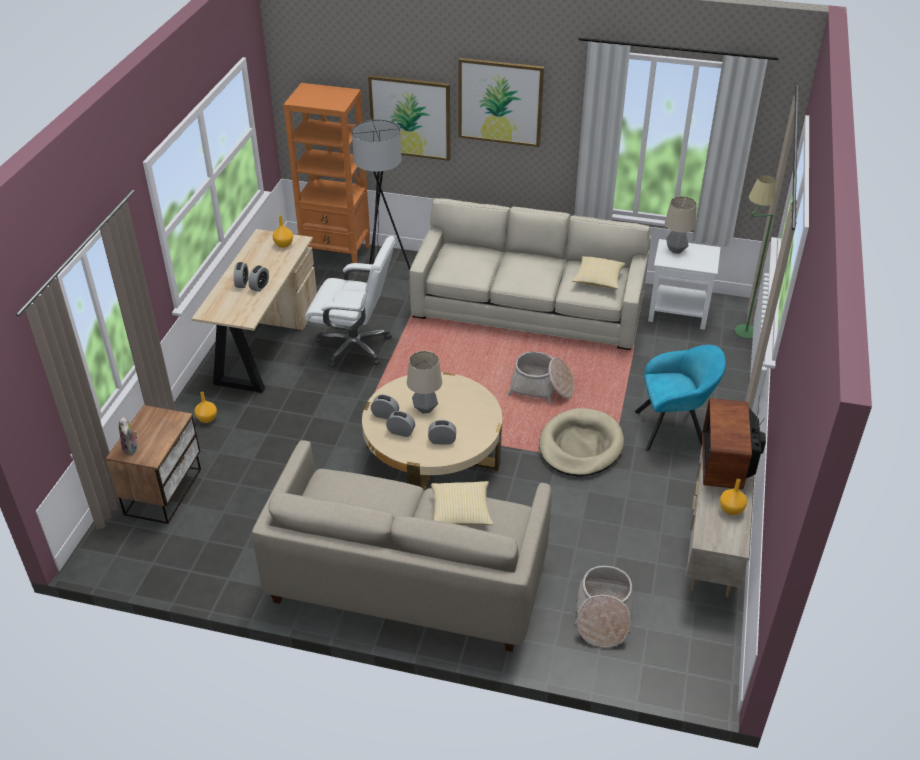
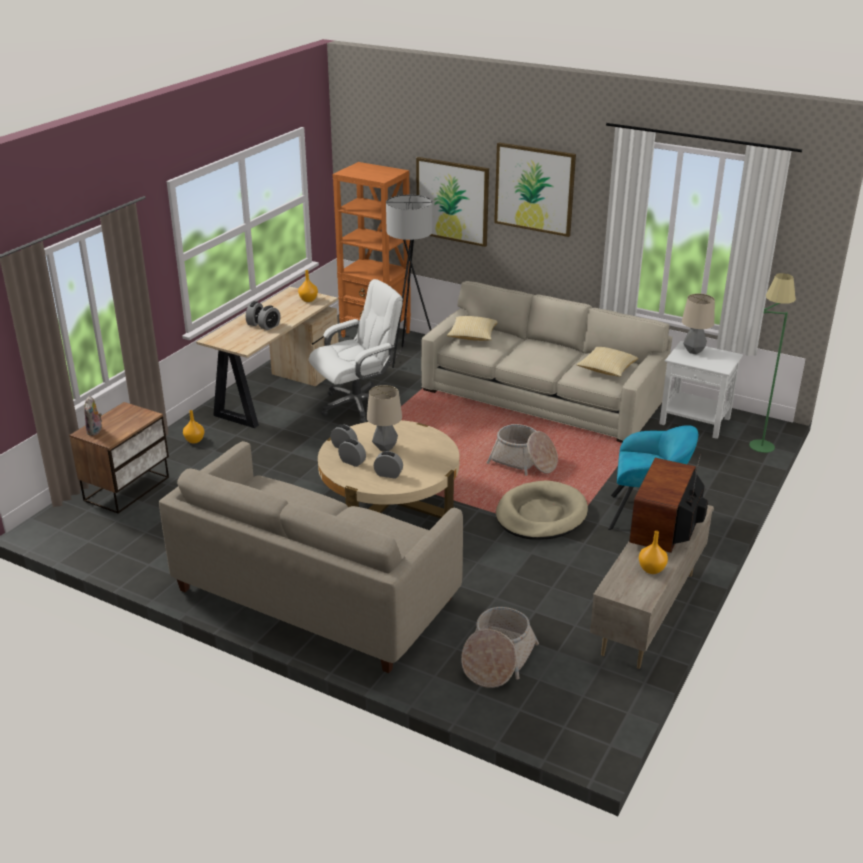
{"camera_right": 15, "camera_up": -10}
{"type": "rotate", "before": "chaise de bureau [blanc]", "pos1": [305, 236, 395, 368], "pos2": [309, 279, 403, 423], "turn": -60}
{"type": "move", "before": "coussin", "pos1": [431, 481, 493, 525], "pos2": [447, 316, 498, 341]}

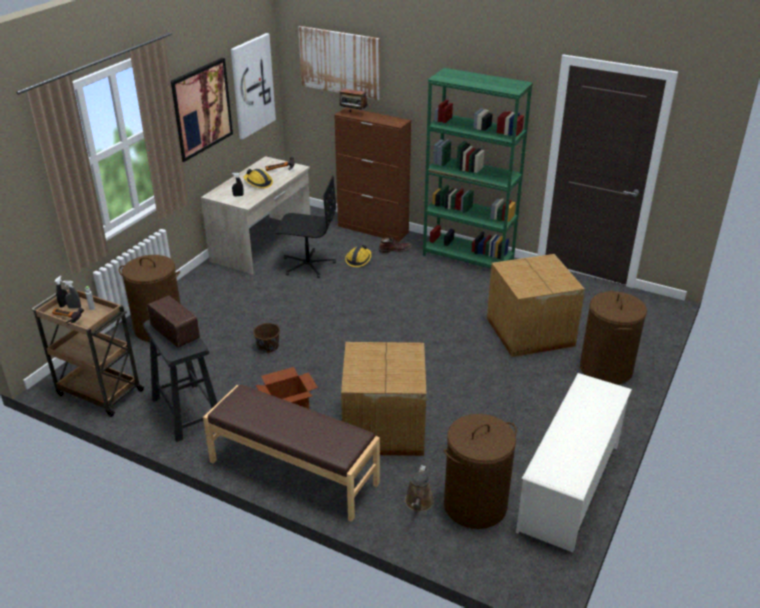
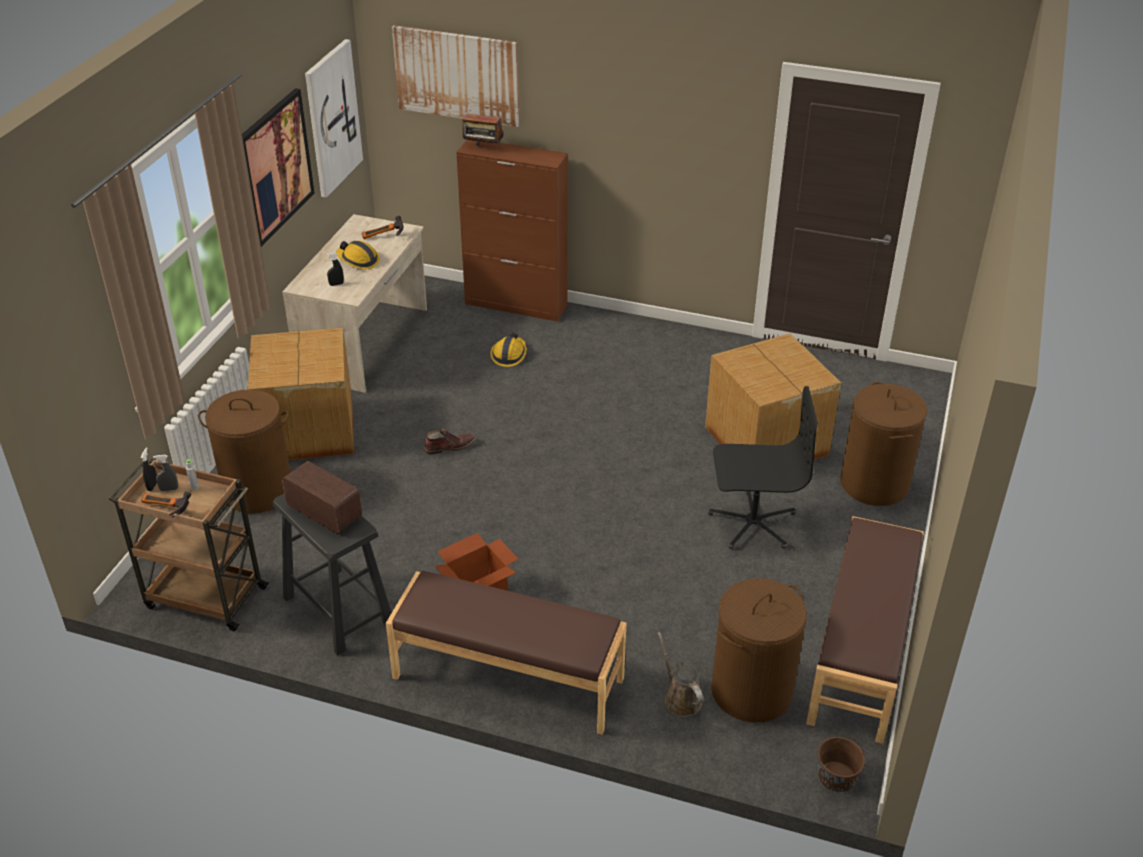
{"camera_right": -10, "camera_up": 5}
{"type": "move", "before": "carton", "pos1": [341, 342, 426, 456], "pos2": [248, 328, 354, 460]}
{"type": "move", "before": "botte [marron]", "pos1": [379, 237, 412, 253], "pos2": [424, 429, 476, 455]}
{"type": "rotate", "before": "arrosoir [marron]", "pos1": [405, 465, 434, 512], "pos2": [658, 632, 703, 717], "turn": 150}
{"type": "move", "before": "chaise de bureau [noir]", "pos1": [275, 175, 336, 278], "pos2": [708, 386, 818, 549]}
{"type": "replace", "before": "étagère à chaussures [blanc]", "after": "banc [marron]", "pos1": [516, 373, 632, 552], "pos2": [806, 516, 924, 744]}
{"type": "move", "before": "seau [marron]", "pos1": [253, 318, 280, 353], "pos2": [818, 737, 865, 792]}
{"type": "delete", "before": "bibliothèque [vert]", "pos1": [423, 68, 533, 269]}

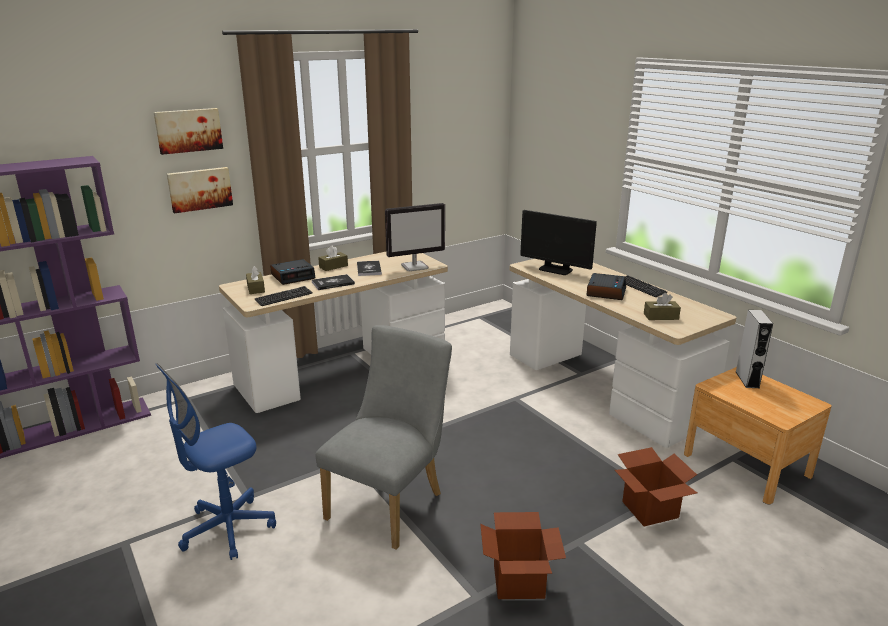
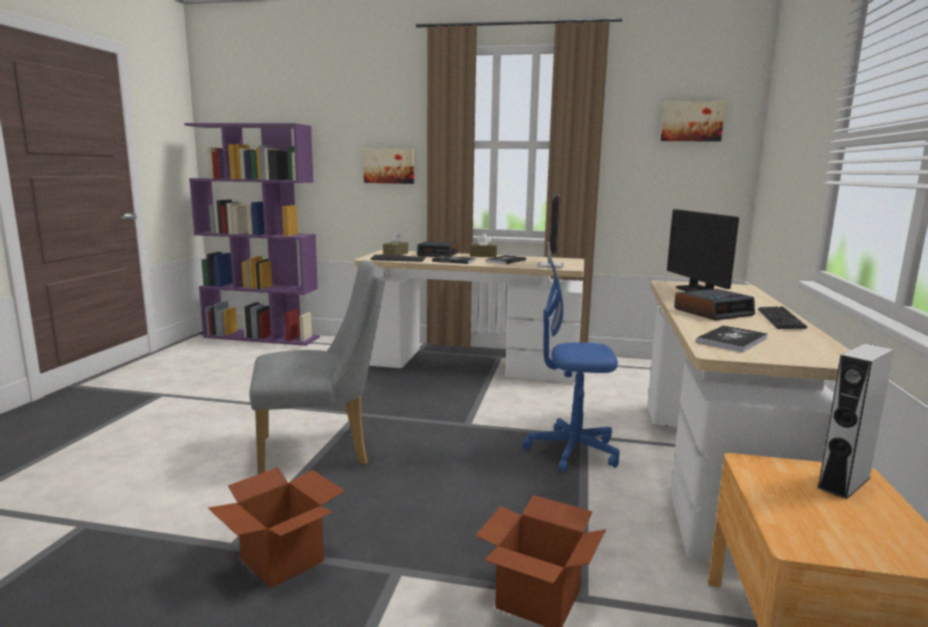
{"camera_right": 45, "camera_up": -10}
{"type": "move", "before": "chaise de bureau [bleu]", "pos1": [156, 363, 276, 560], "pos2": [523, 253, 620, 473]}
{"type": "rotate", "before": "écran d'ordinateur", "pos1": [385, 203, 445, 271], "pos2": [537, 193, 563, 268], "turn": -105}
{"type": "move", "before": "tableau", "pos1": [153, 108, 223, 155], "pos2": [661, 102, 725, 142]}
{"type": "replace", "before": "boîte à mouchoirs [marron]", "after": "livre", "pos1": [644, 293, 681, 320], "pos2": [696, 325, 768, 352]}

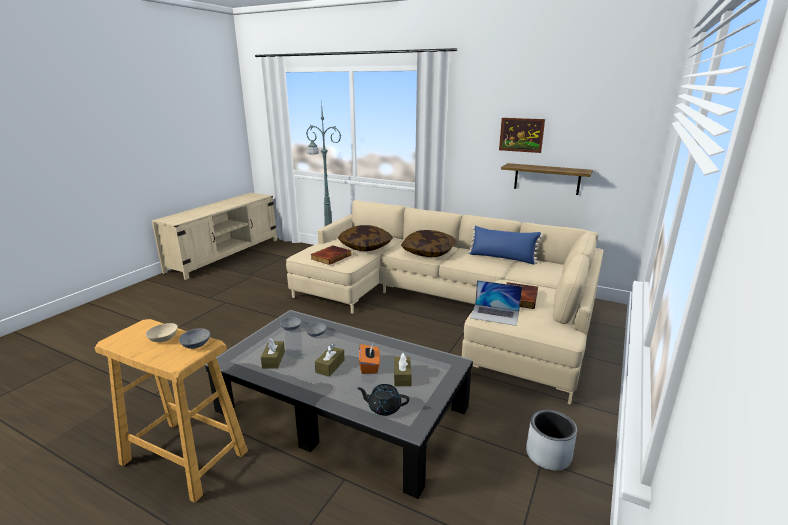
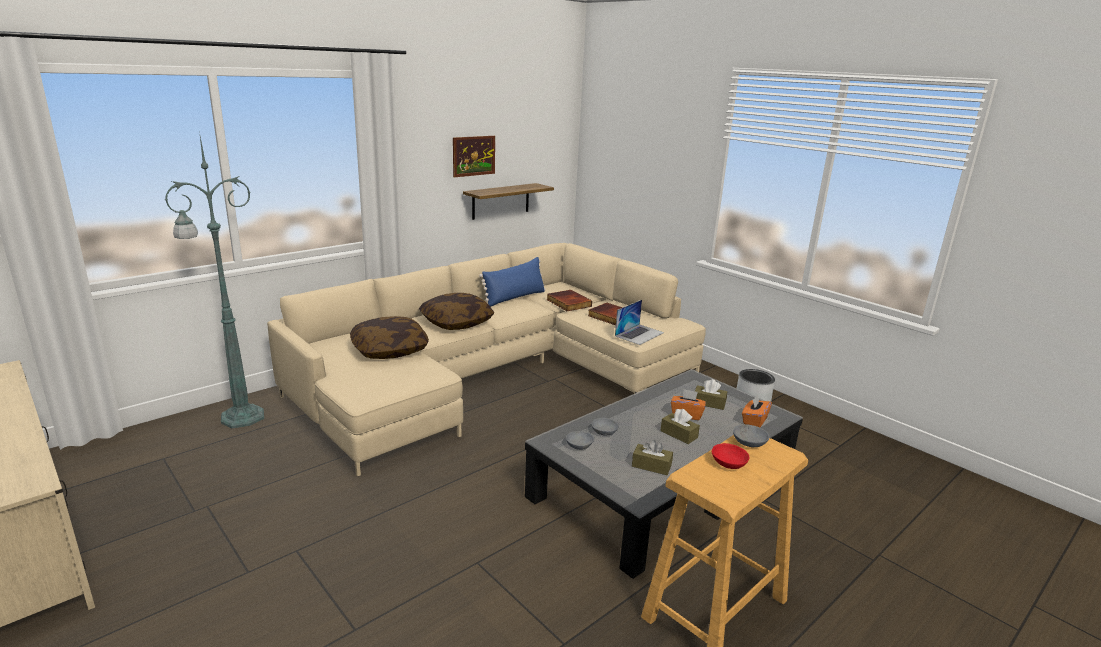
{"camera_right": -70, "camera_up": 0}
{"type": "move", "before": "livre", "pos1": [311, 246, 351, 265], "pos2": [546, 290, 592, 311]}
{"type": "recolor", "before": "bol [beige]", "after": "bol [rouge]", "pos1": [146, 323, 178, 342], "pos2": [712, 443, 749, 469]}
{"type": "replace", "before": "théière [noir]", "after": "boîte à mouchoirs [orange]", "pos1": [357, 384, 409, 416], "pos2": [742, 395, 772, 427]}

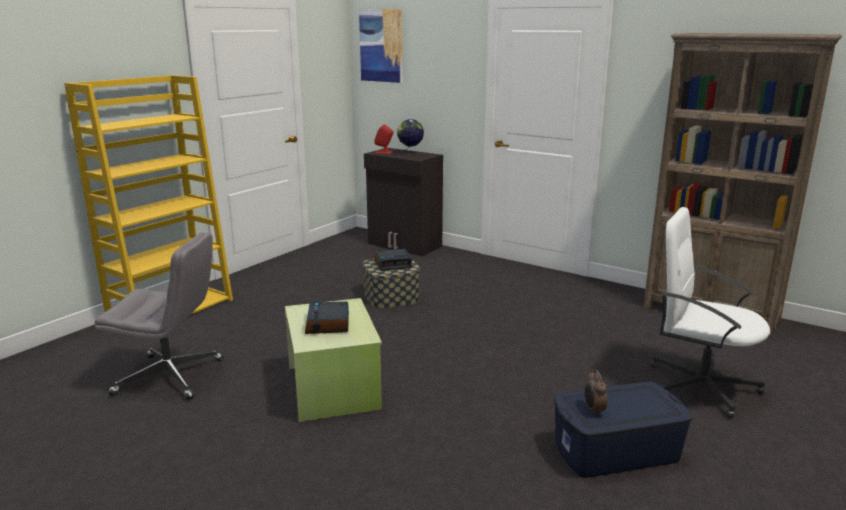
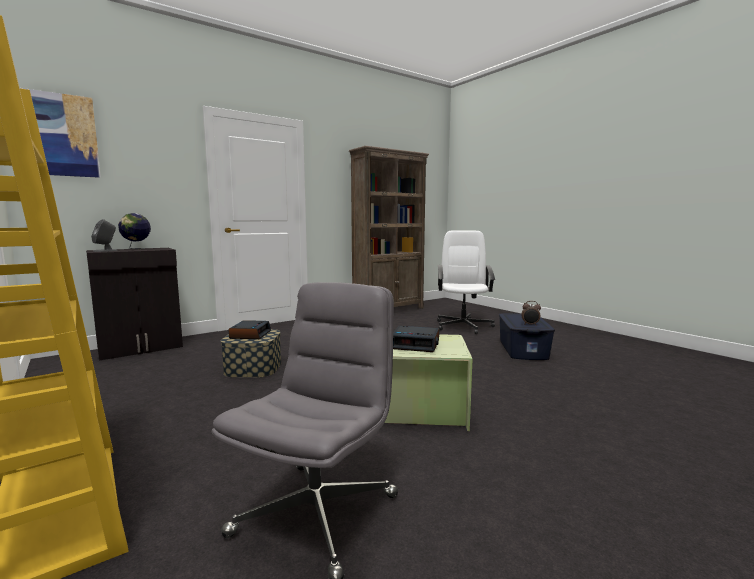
{"camera_right": -70, "camera_up": -10}
{"type": "recolor", "before": "enceinte [rouge]", "after": "enceinte [gris]", "pos1": [374, 124, 393, 154], "pos2": [91, 219, 118, 252]}
{"type": "rotate", "before": "chaise de bureau [blanc]", "pos1": [650, 207, 770, 418], "pos2": [437, 231, 495, 334], "turn": 135}

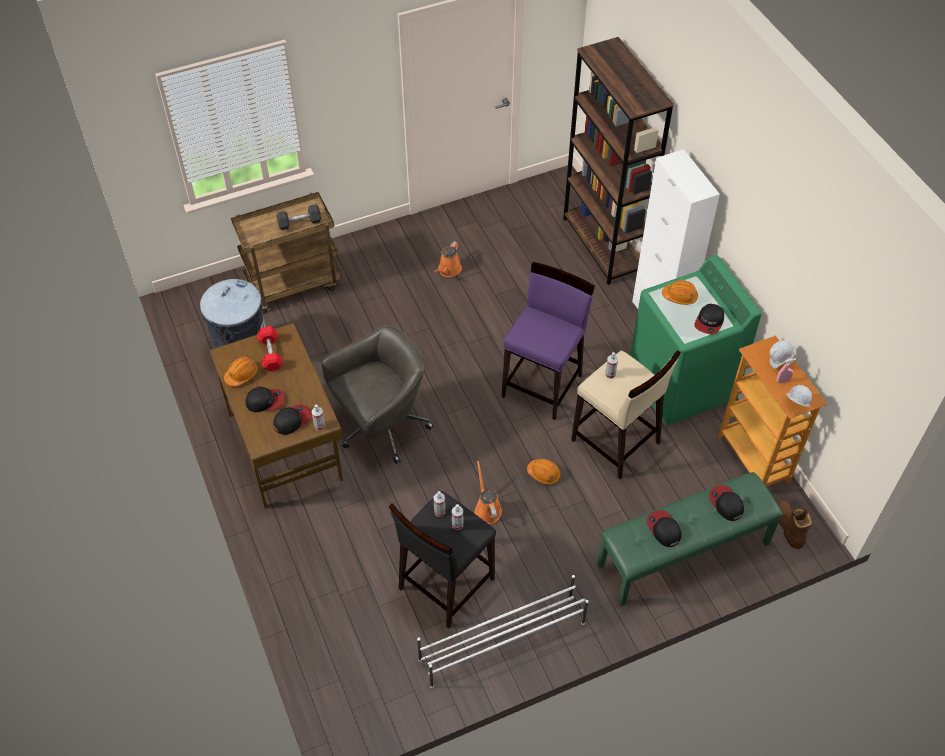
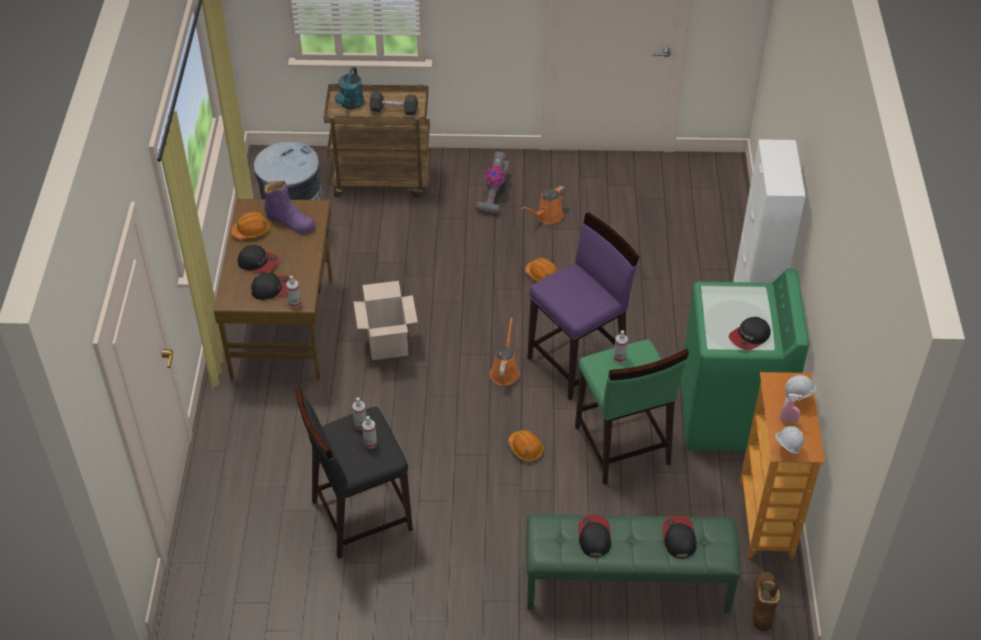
{"camera_right": 25, "camera_up": -5}
{"type": "replace", "before": "haltère [rouge]", "after": "botte [violet]", "pos1": [257, 326, 283, 371], "pos2": [263, 181, 315, 234]}
{"type": "insert", "after": "arrosoir [turquoise]", "pos2": [335, 67, 364, 109]}
{"type": "replace", "before": "chaise de bureau [gris]", "after": "carton", "pos1": [322, 325, 433, 464], "pos2": [353, 281, 418, 360]}
{"type": "insert", "after": "aspirateur", "pos2": [477, 151, 510, 214]}
{"type": "move", "before": "arrosoir [orange]", "pos1": [475, 461, 502, 524], "pos2": [490, 318, 520, 386]}
{"type": "move", "before": "casque de chantier [orange]", "pos1": [662, 280, 698, 305], "pos2": [525, 258, 558, 282]}
{"type": "recolor", "before": "tabouret [beige]", "after": "tabouret [vert]", "pos1": [571, 350, 680, 479], "pos2": [575, 339, 689, 484]}
{"type": "delete", "before": "étagère à chaussures [blanc]", "pos1": [417, 575, 589, 688]}
{"type": "delete", "before": "bibliothèque [marron]", "pos1": [563, 37, 674, 285]}

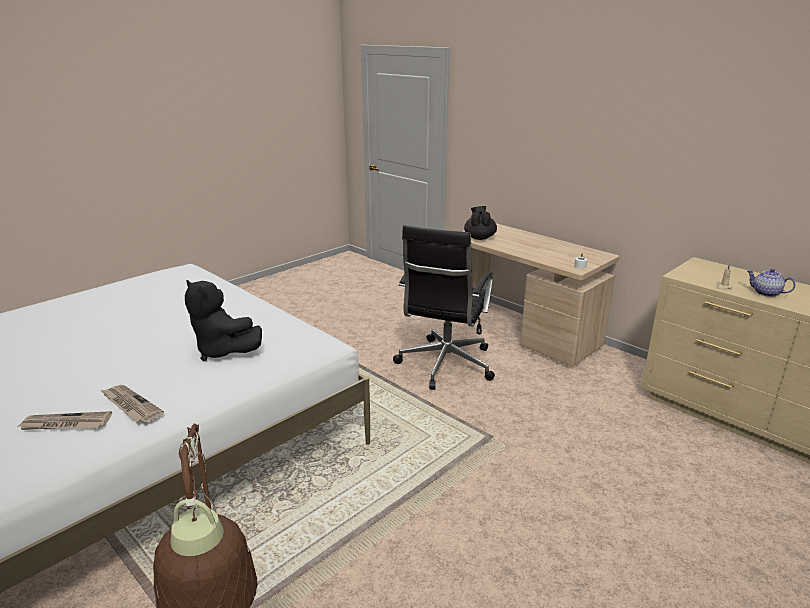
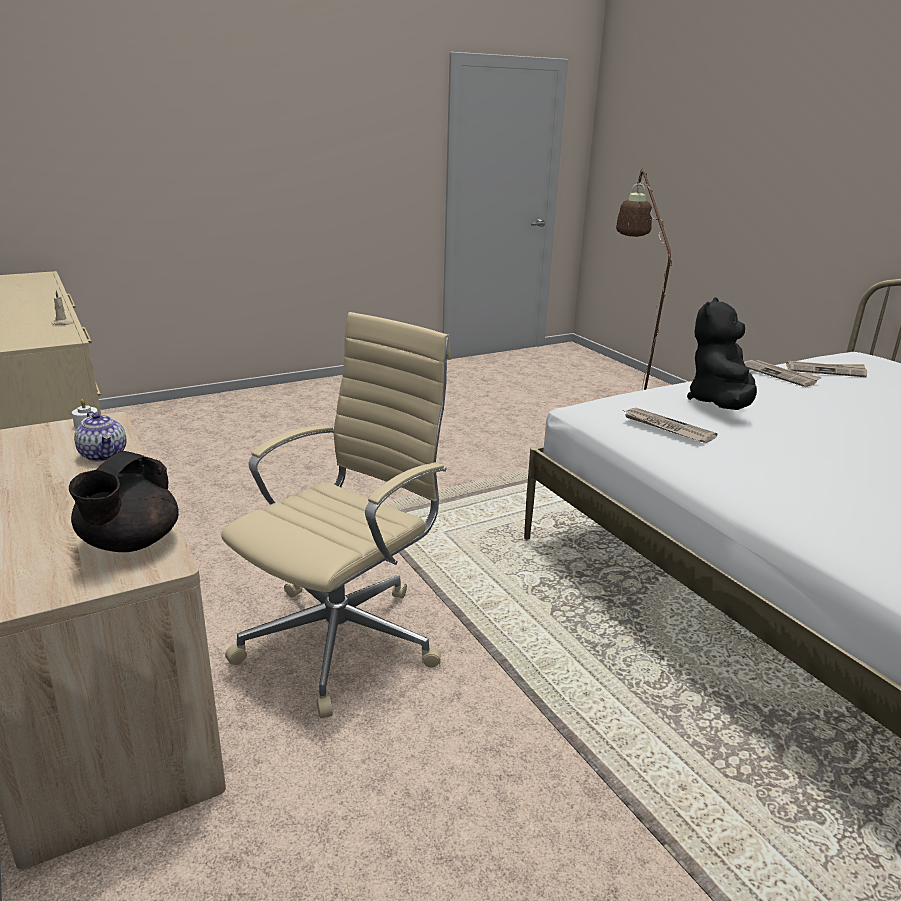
{"camera_right": -165, "camera_up": 0}
{"type": "move", "before": "théière", "pos1": [747, 269, 795, 297], "pos2": [74, 411, 126, 462]}
{"type": "recolor", "before": "chaise de bureau [noir]", "after": "chaise de bureau [beige]", "pos1": [393, 225, 495, 390], "pos2": [221, 312, 451, 718]}
{"type": "insert", "after": "journal", "pos2": [623, 408, 717, 443]}
{"type": "rotate", "before": "peluche [noir]", "pos1": [185, 280, 262, 361], "pos2": [687, 297, 757, 410], "turn": -120}

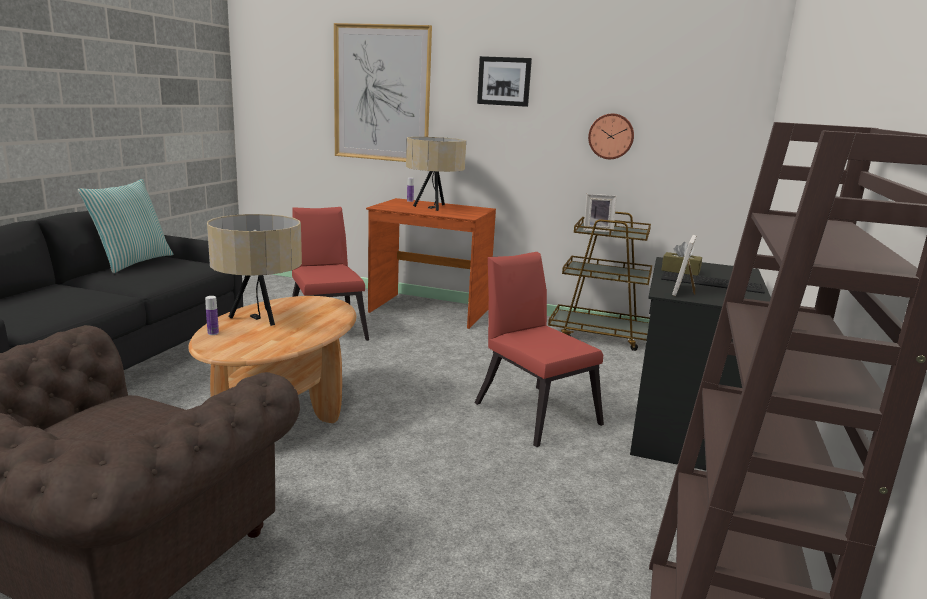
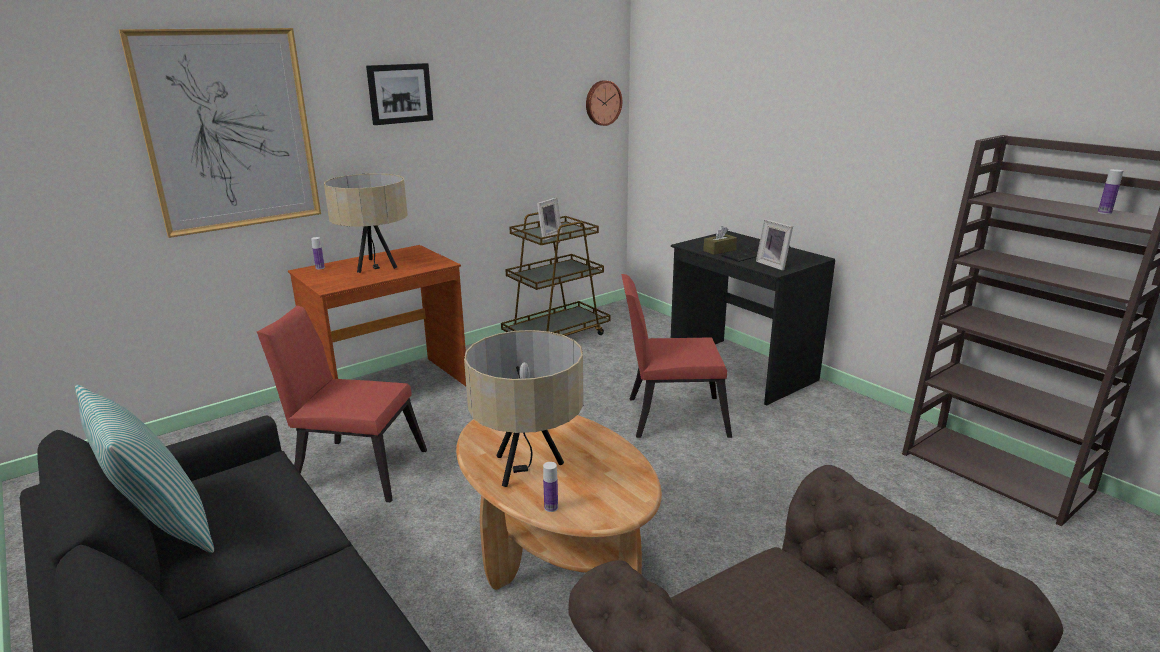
{"camera_right": -55, "camera_up": 5}
{"type": "move", "before": "horloge murale", "pos1": [588, 114, 634, 159], "pos2": [586, 80, 622, 126]}
{"type": "insert", "after": "bouteille", "pos2": [1098, 169, 1123, 214]}

